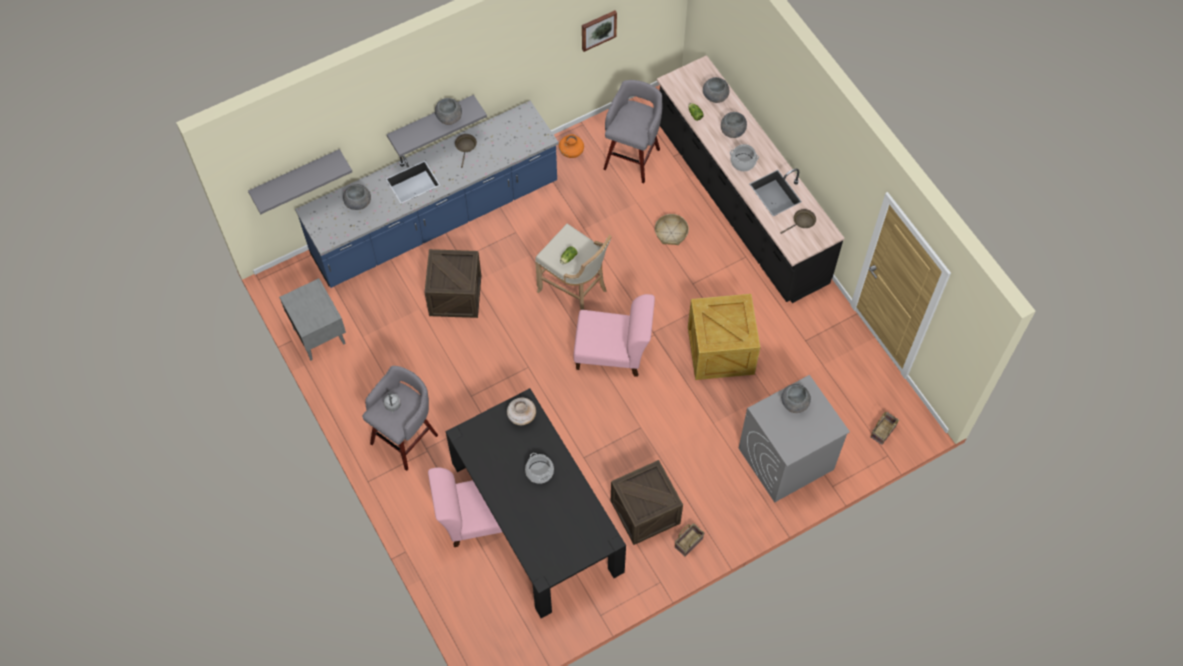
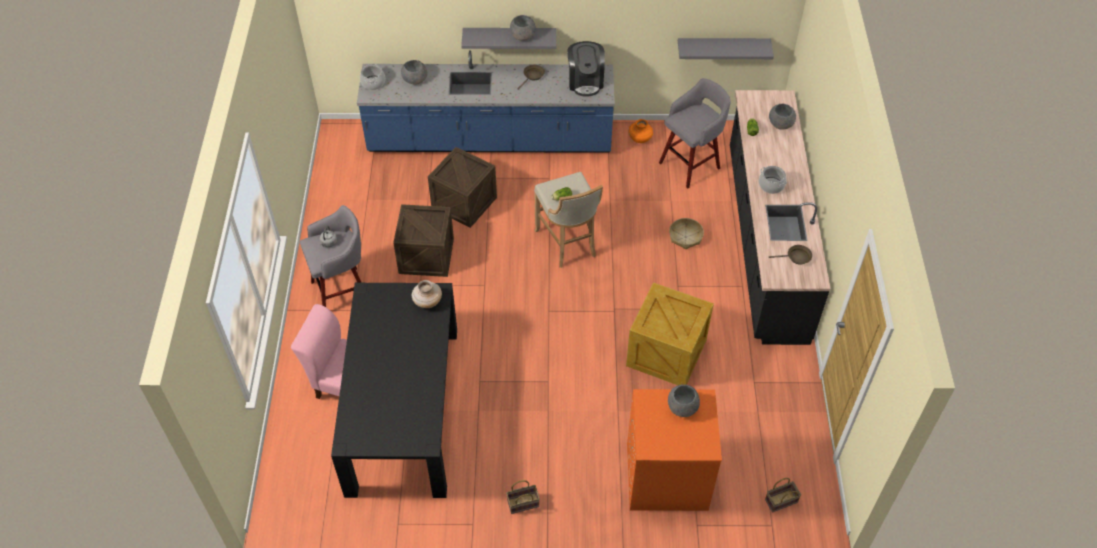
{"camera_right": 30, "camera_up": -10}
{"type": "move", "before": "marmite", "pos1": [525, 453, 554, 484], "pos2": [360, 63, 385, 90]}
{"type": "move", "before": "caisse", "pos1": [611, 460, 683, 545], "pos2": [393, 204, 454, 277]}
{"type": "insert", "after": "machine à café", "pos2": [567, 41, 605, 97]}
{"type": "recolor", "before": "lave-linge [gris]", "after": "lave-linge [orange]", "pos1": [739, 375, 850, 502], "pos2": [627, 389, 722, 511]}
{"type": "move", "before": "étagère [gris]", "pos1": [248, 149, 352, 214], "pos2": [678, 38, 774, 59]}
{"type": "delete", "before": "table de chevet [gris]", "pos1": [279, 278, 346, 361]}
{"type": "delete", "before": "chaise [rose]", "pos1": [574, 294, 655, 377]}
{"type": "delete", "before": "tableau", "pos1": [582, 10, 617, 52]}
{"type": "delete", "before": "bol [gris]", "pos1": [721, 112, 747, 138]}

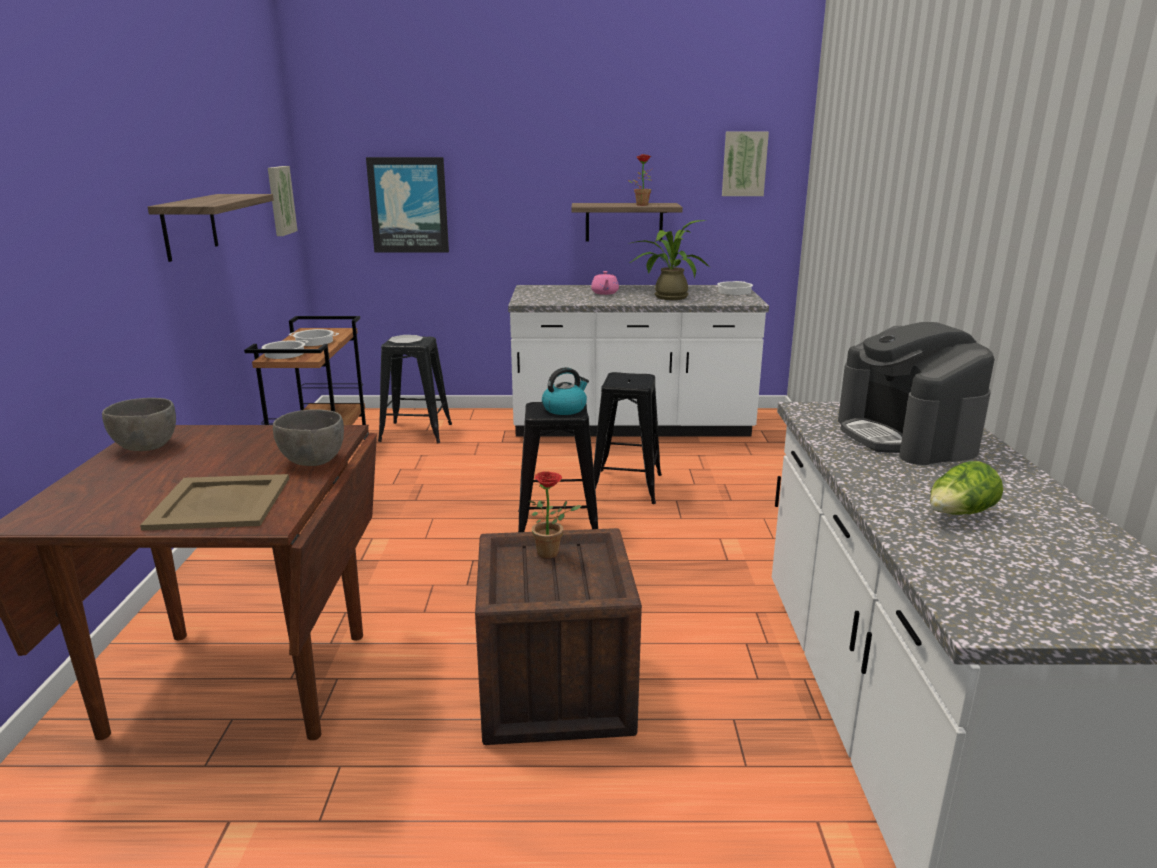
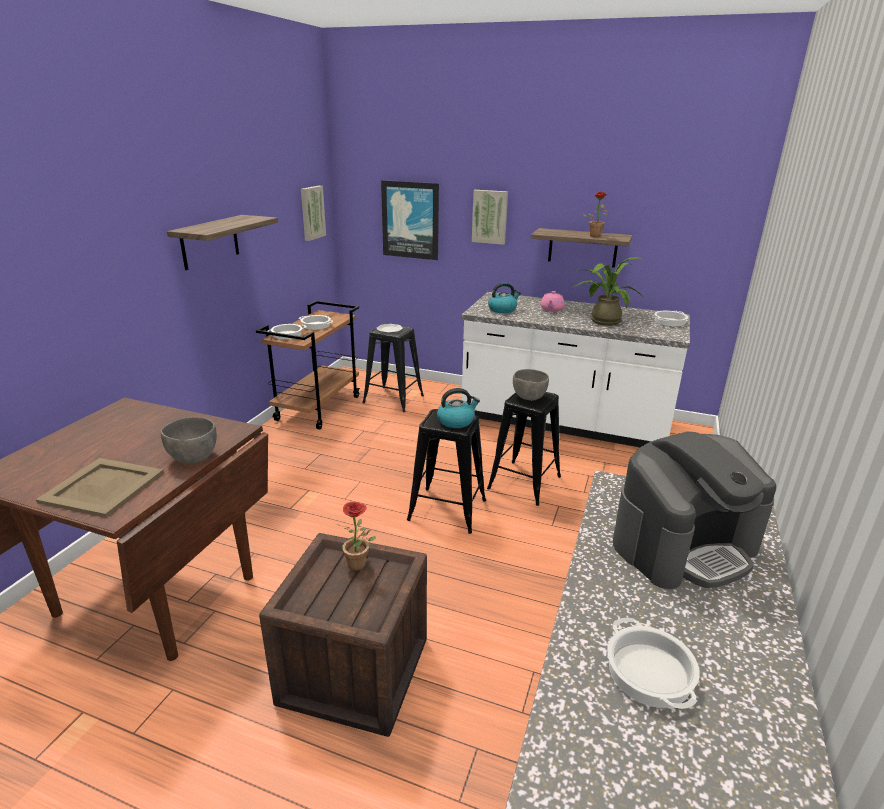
{"camera_right": 20, "camera_up": 5}
{"type": "move", "before": "tableau", "pos1": [722, 132, 769, 196], "pos2": [472, 190, 508, 245]}
{"type": "insert", "after": "bouilloire", "pos2": [488, 283, 521, 313]}
{"type": "move", "before": "bol [gris]", "pos1": [102, 398, 176, 451], "pos2": [513, 369, 549, 401]}
{"type": "replace", "before": "laitue", "after": "marmite", "pos1": [930, 461, 1003, 515], "pos2": [607, 618, 700, 709]}
{"type": "rotate", "before": "machine à café", "pos1": [838, 322, 995, 465], "pos2": [613, 432, 776, 589], "turn": -120}

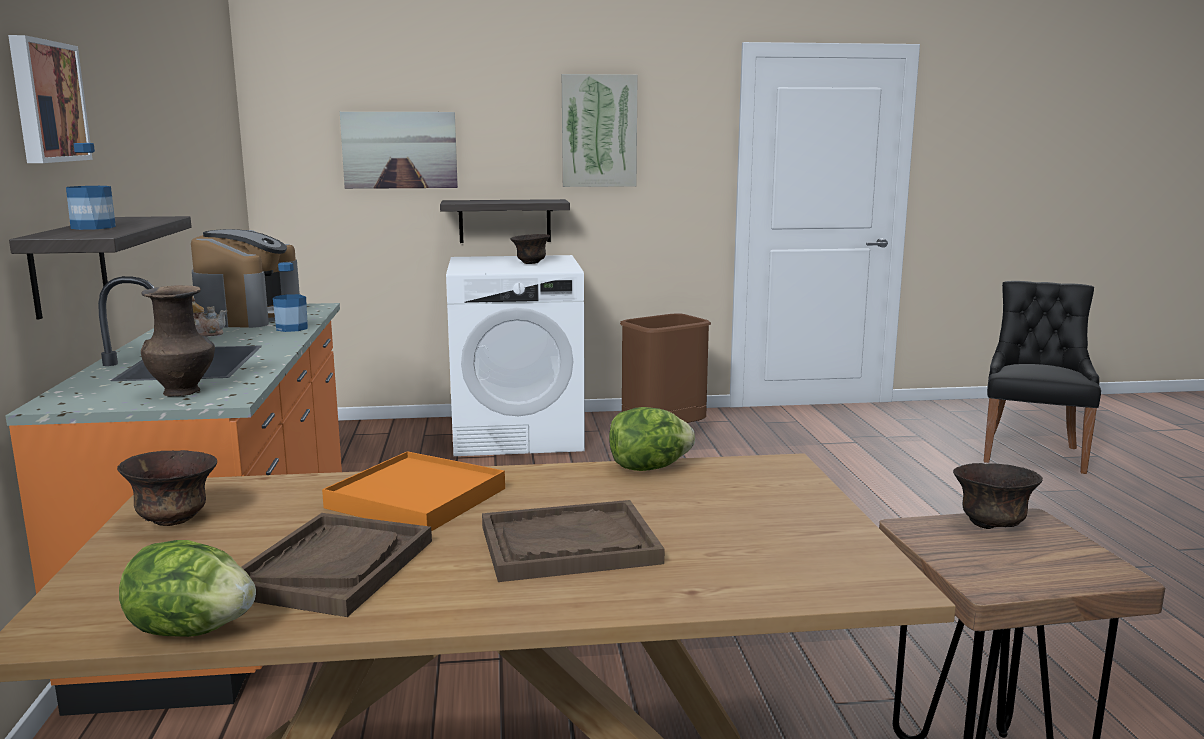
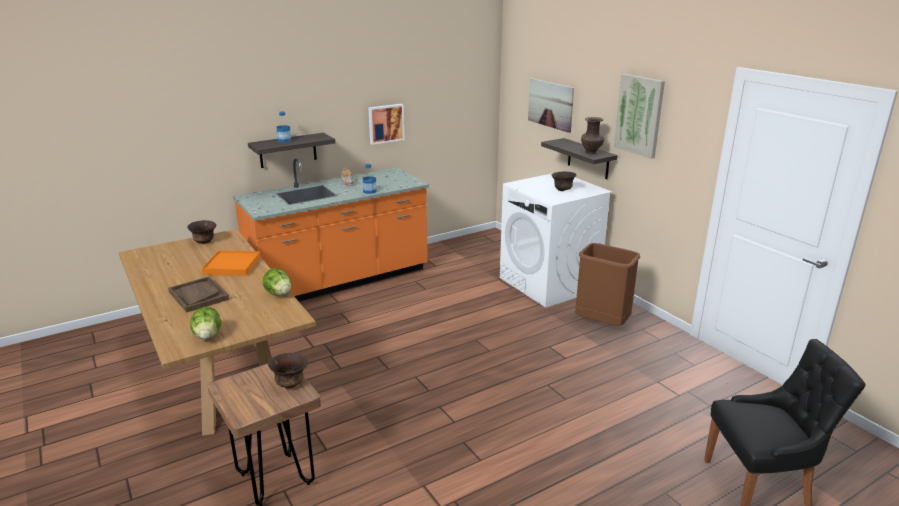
{"camera_right": 65, "camera_up": 10}
{"type": "move", "before": "laitue", "pos1": [119, 540, 256, 637], "pos2": [190, 307, 221, 339]}
{"type": "move", "before": "tableau", "pos1": [8, 35, 93, 163], "pos2": [368, 104, 405, 145]}
{"type": "move", "before": "vase [marron]", "pos1": [141, 285, 215, 396], "pos2": [581, 117, 604, 154]}
{"type": "delete", "before": "machine à café", "pos1": [191, 229, 300, 328]}
{"type": "delete", "before": "plateau [marron]", "pos1": [241, 513, 432, 617]}

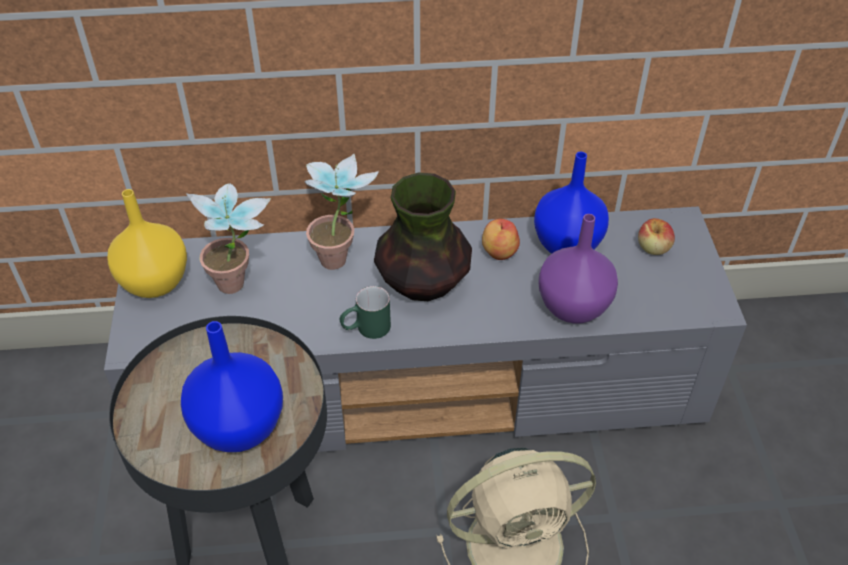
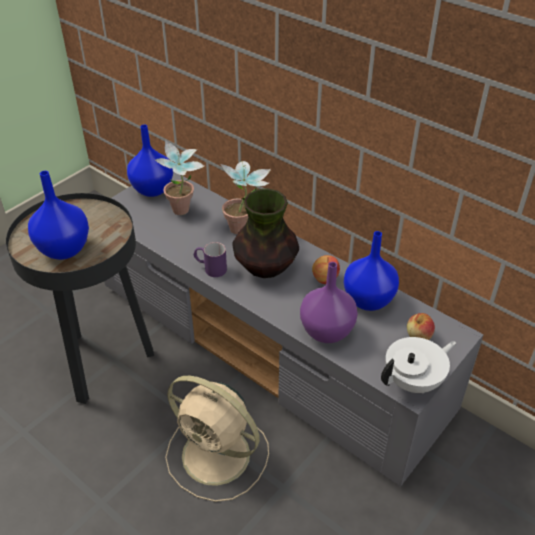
{"camera_right": 45, "camera_up": -5}
{"type": "recolor", "before": "vase [jaune]", "after": "vase [bleu]", "pos1": [108, 189, 187, 298], "pos2": [127, 125, 173, 197]}
{"type": "recolor", "before": "mug [vert]", "after": "mug [violet]", "pos1": [340, 286, 391, 339], "pos2": [194, 242, 227, 277]}
{"type": "insert", "after": "théière [blanc]", "pos2": [381, 337, 456, 394]}

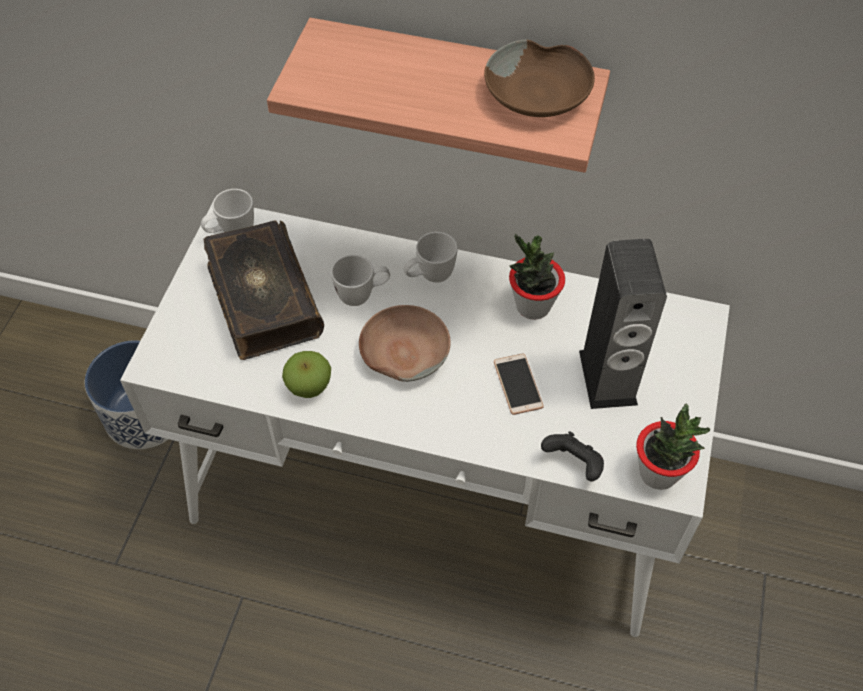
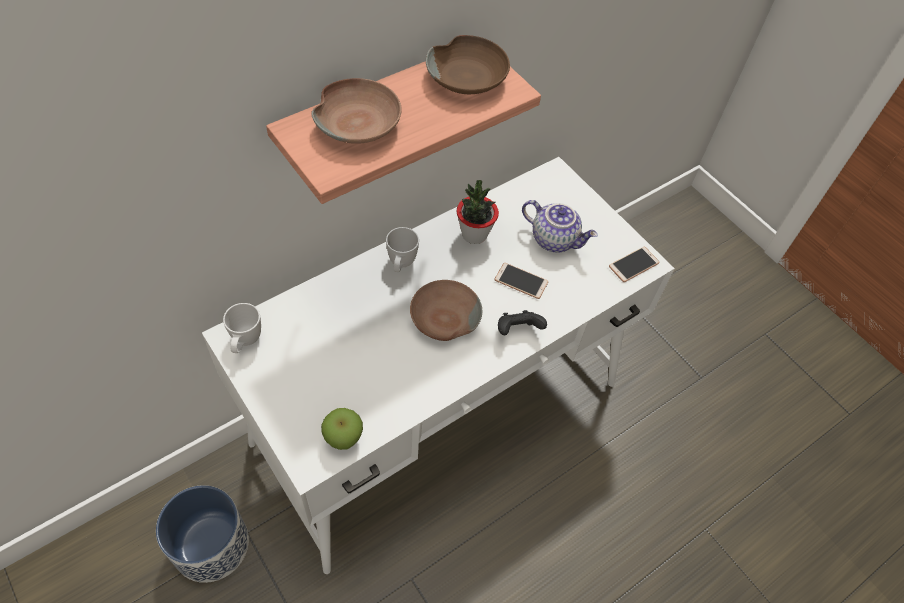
{"camera_right": -55, "camera_up": 0}
{"type": "insert", "after": "bol [marron]", "pos2": [311, 78, 402, 144]}
{"type": "move", "before": "pomme", "pos1": [282, 351, 331, 398], "pos2": [321, 408, 363, 450]}
{"type": "move", "before": "manette [noir]", "pos1": [541, 431, 604, 481], "pos2": [498, 310, 547, 335]}
{"type": "replace", "before": "enceinte", "after": "théière", "pos1": [579, 239, 667, 409], "pos2": [522, 200, 598, 252]}
{"type": "replace", "before": "plante en pot", "after": "téléphone", "pos1": [636, 404, 710, 490], "pos2": [609, 247, 660, 282]}
{"type": "delete", "before": "livre", "pos1": [203, 220, 324, 360]}
{"type": "delete", "before": "mug [blanc]", "pos1": [331, 255, 390, 306]}

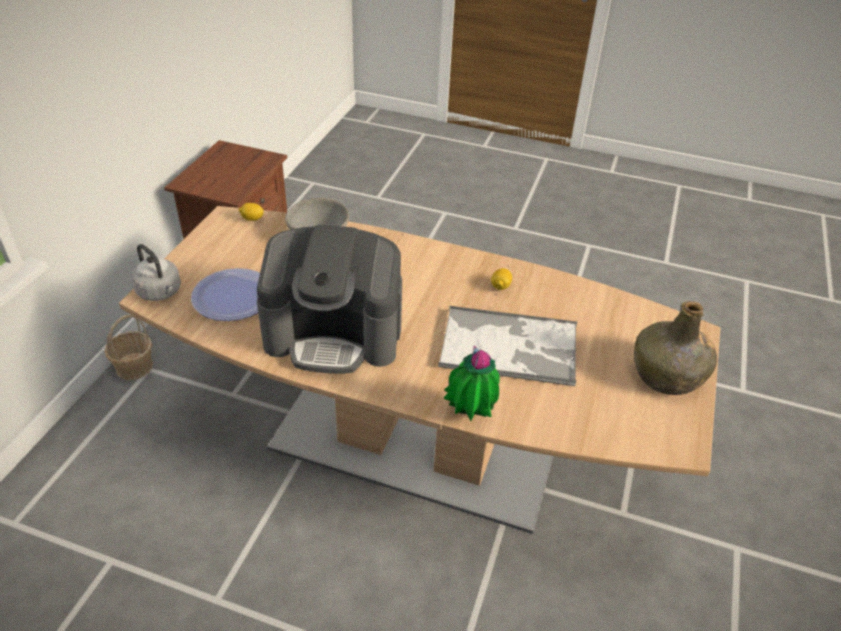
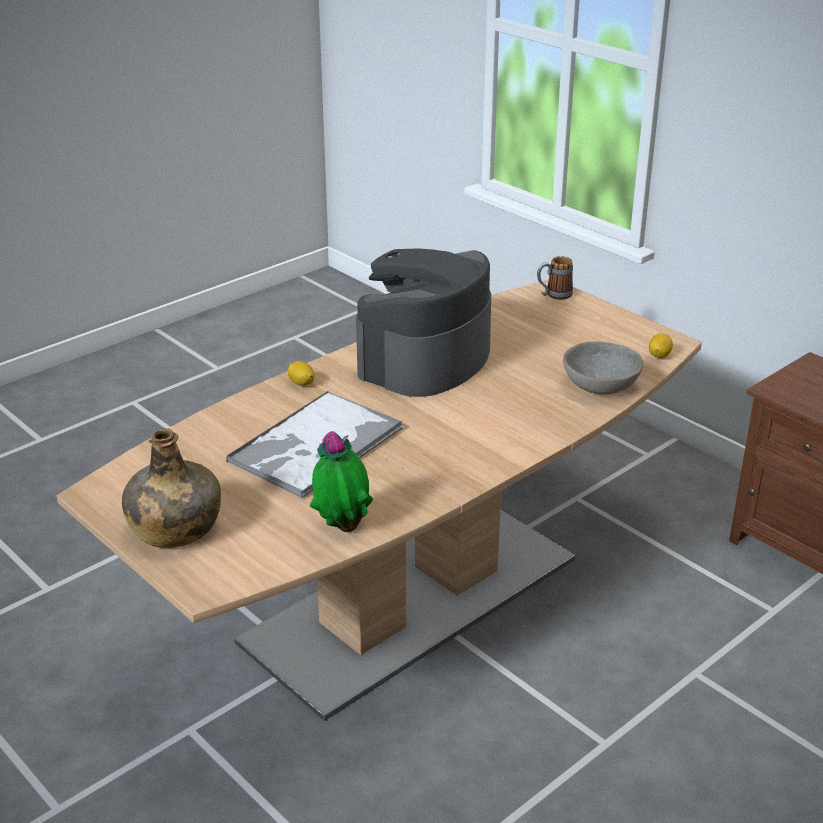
{"camera_right": 120, "camera_up": -10}
{"type": "move", "before": "citron", "pos1": [491, 268, 512, 290], "pos2": [288, 361, 315, 386]}
{"type": "move", "before": "plante en pot", "pos1": [444, 345, 500, 421], "pos2": [310, 431, 373, 532]}
{"type": "replace", "before": "bouilloire [gris]", "after": "mug", "pos1": [131, 244, 181, 301], "pos2": [537, 256, 573, 300]}
{"type": "delete", "before": "panier", "pos1": [105, 314, 153, 380]}
{"type": "delete", "before": "assiette", "pos1": [191, 268, 260, 321]}

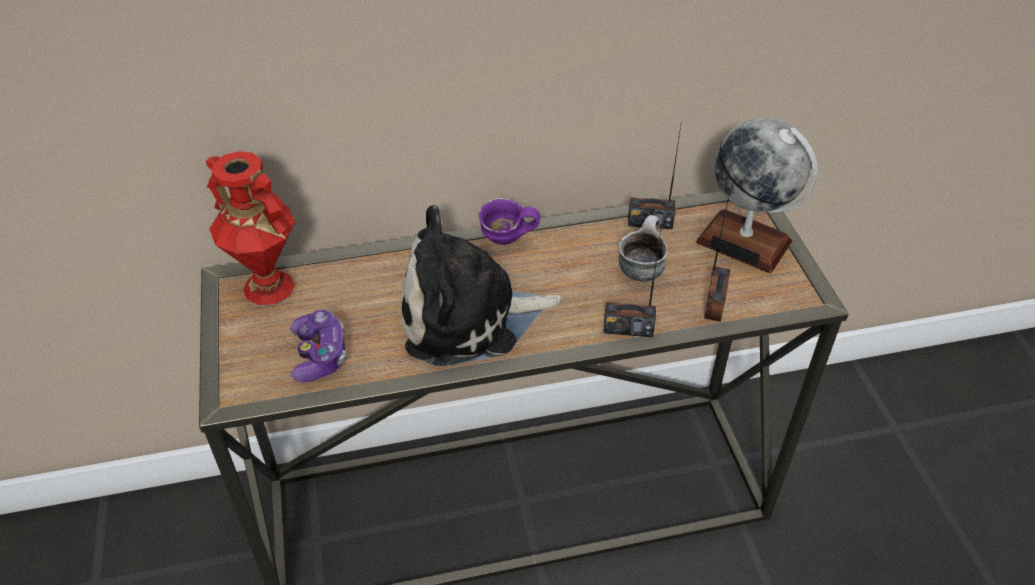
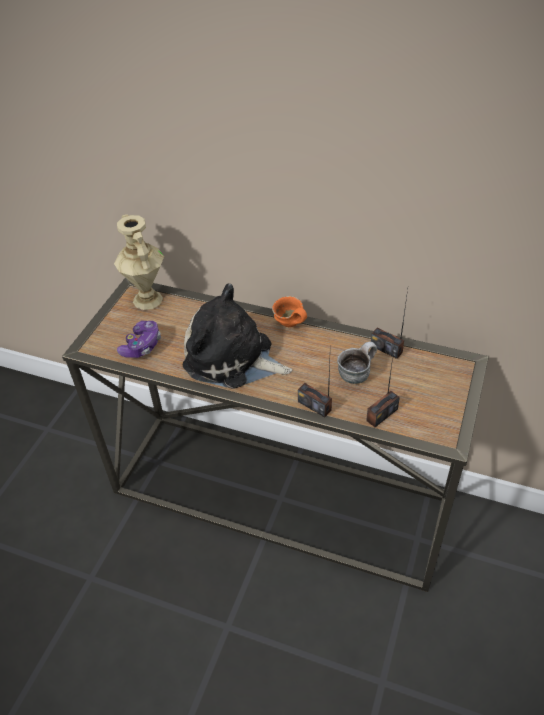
{"camera_right": 35, "camera_up": 0}
{"type": "recolor", "before": "vase [rouge]", "after": "vase [beige]", "pos1": [206, 151, 295, 305], "pos2": [114, 214, 164, 310]}
{"type": "recolor", "before": "mug [violet]", "after": "mug [orange]", "pos1": [479, 198, 540, 245], "pos2": [272, 296, 307, 327]}
{"type": "delete", "before": "globe", "pos1": [696, 118, 818, 273]}

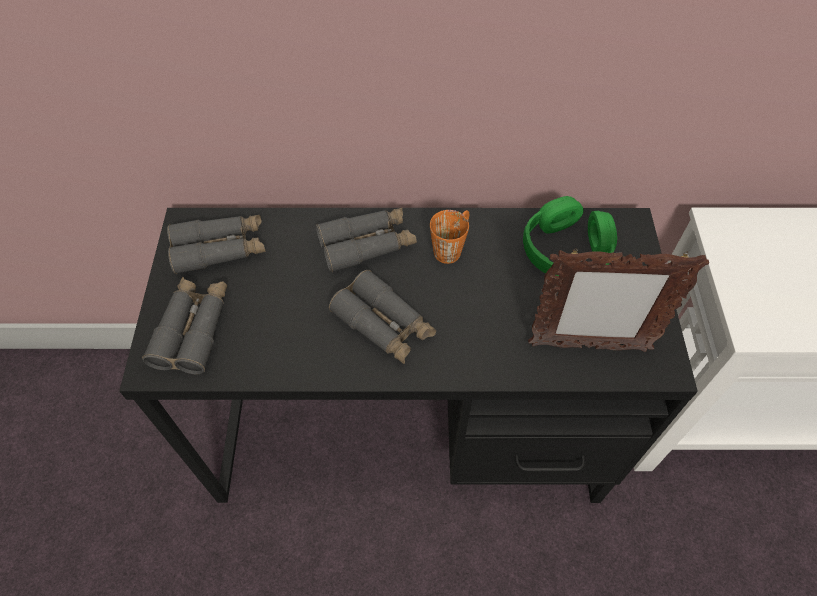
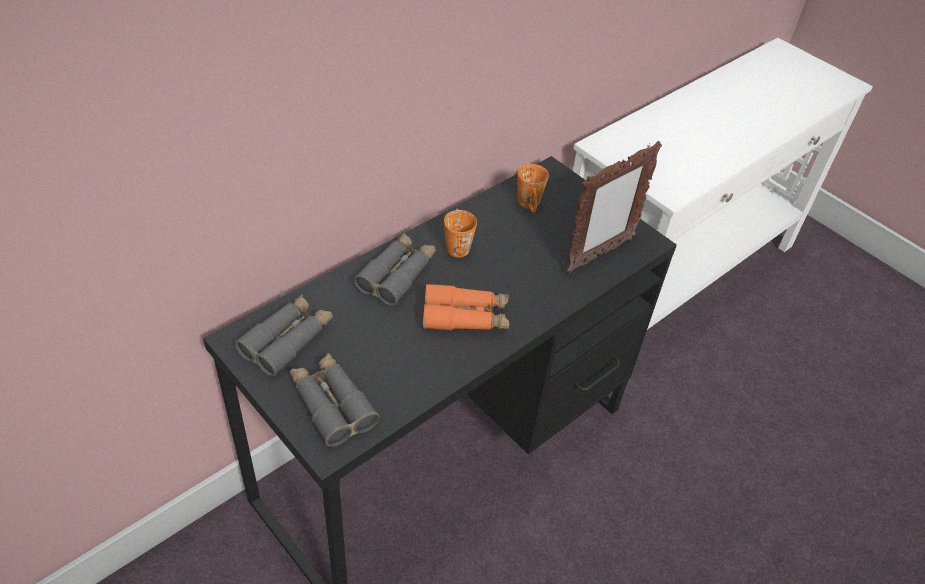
{"camera_right": -45, "camera_up": -10}
{"type": "recolor", "before": "jumelles [gris]", "after": "jumelles [orange]", "pos1": [329, 270, 436, 364], "pos2": [423, 284, 509, 330]}
{"type": "replace", "before": "casque audio [vert]", "after": "mug [orange]", "pos1": [523, 196, 617, 276], "pos2": [517, 164, 549, 212]}

